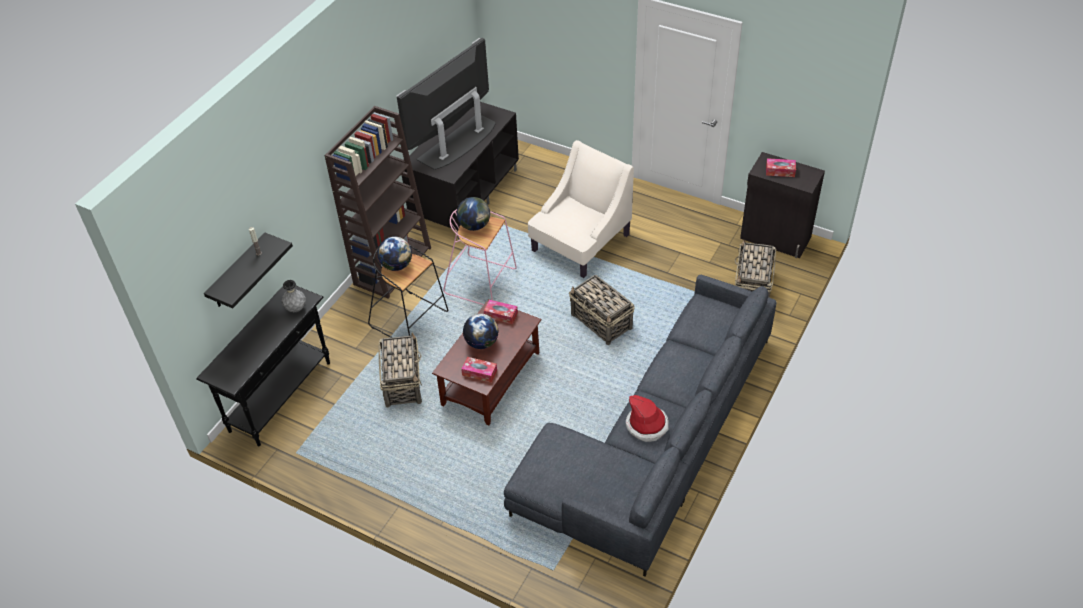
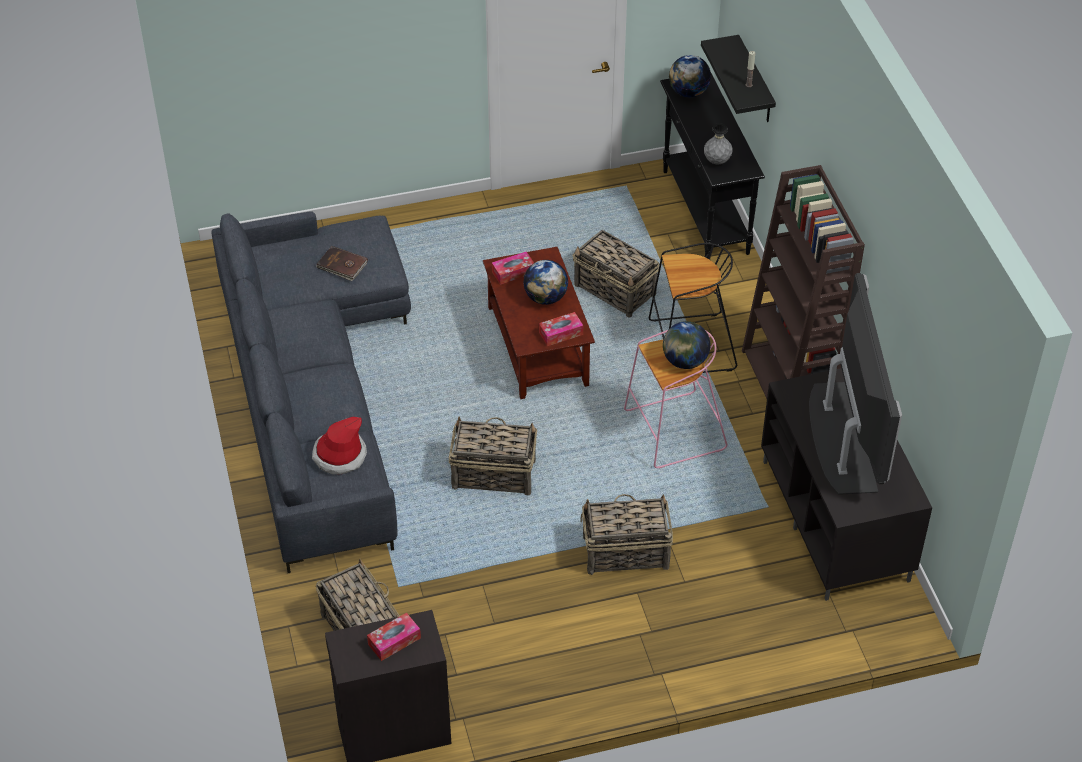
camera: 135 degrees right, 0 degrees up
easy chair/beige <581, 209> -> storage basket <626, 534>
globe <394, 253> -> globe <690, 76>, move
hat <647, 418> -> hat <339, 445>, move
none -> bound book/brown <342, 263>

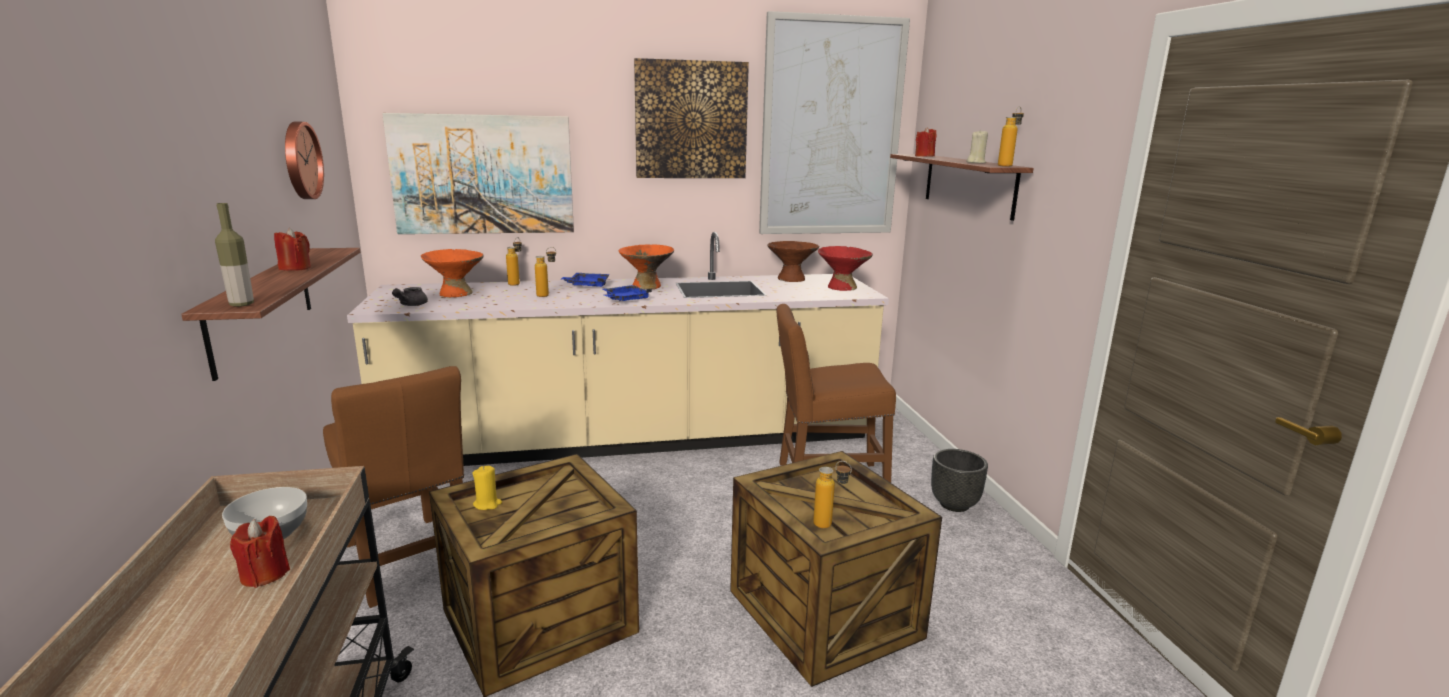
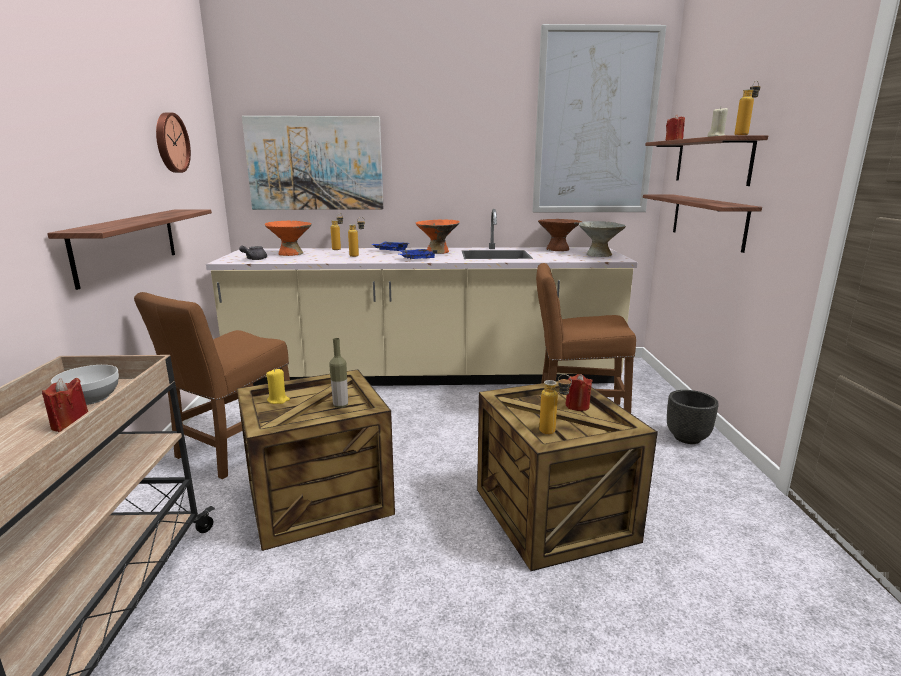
camera: 10 degrees right, 0 degrees up
picture <691, 118> -> none
beverage bottle <234, 255> -> beverage bottle <338, 373>, move
wax candle/red-coloured <292, 249> -> wax candle/red-coloured <579, 392>, move
bowl/red-coloured <845, 268> -> bowl/greyish <602, 239>
upright chair/brown <393, 487> -> upright chair/brown <212, 385>, 60 degrees clockwise
none -> shelf <702, 223>

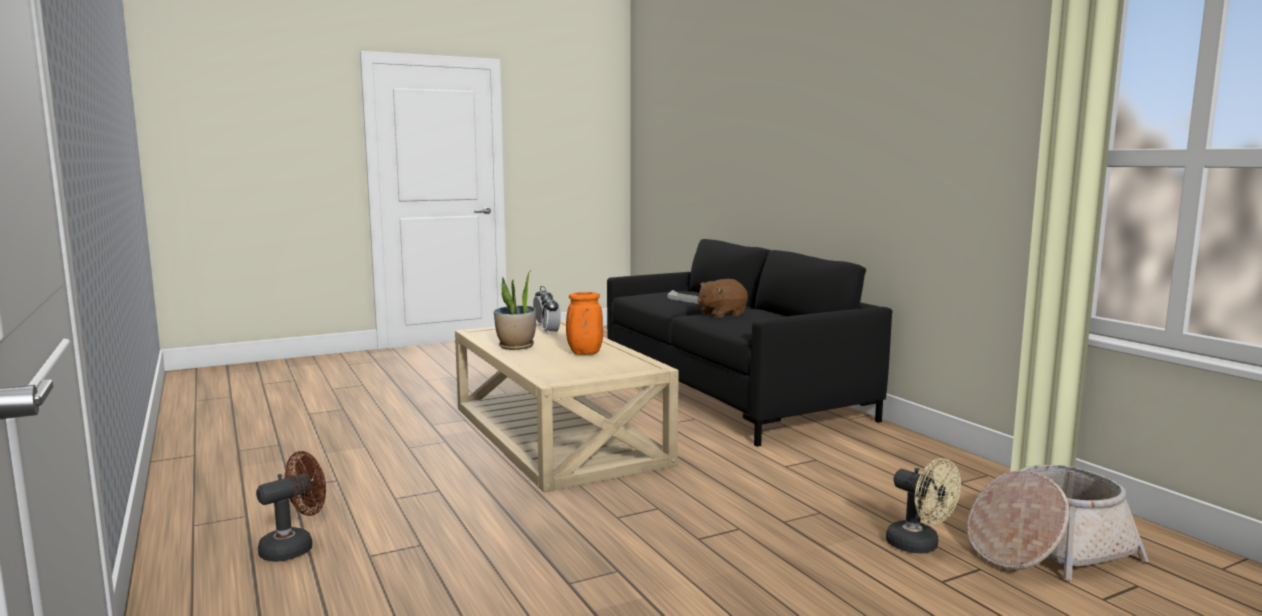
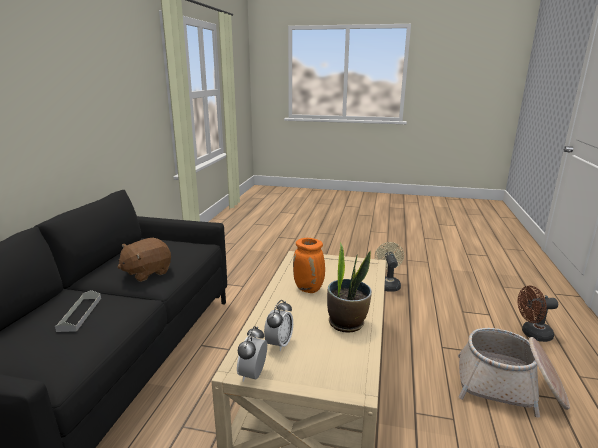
camera: 140 degrees left, 10 degrees up
plush toy/brown <722, 298> -> plush toy/brown <144, 260>, 120 degrees clockwise
electric fan/beige <923, 505> -> electric fan/beige <389, 267>, move
storage basket <1058, 522> -> storage basket <514, 372>, move

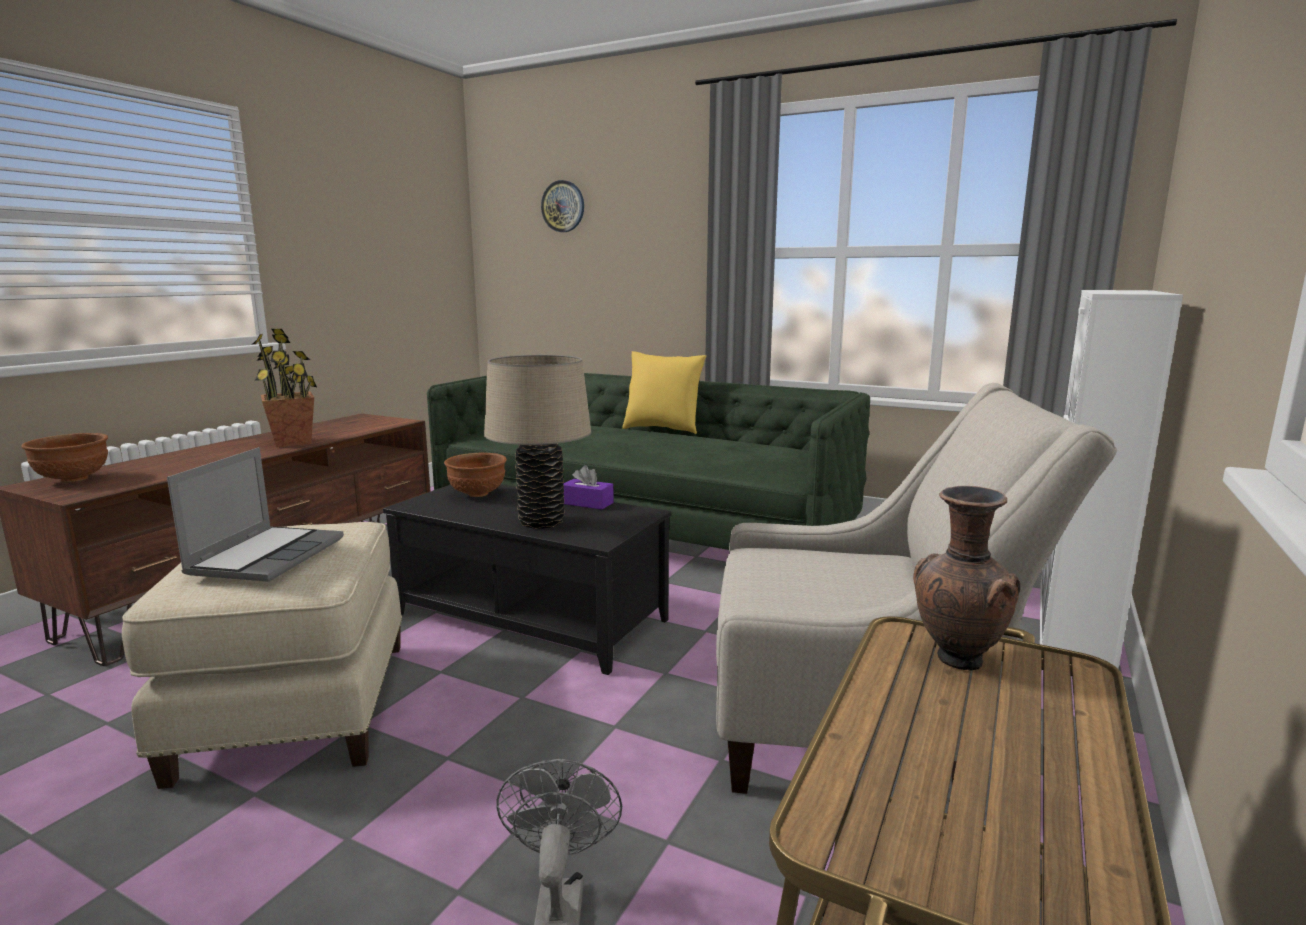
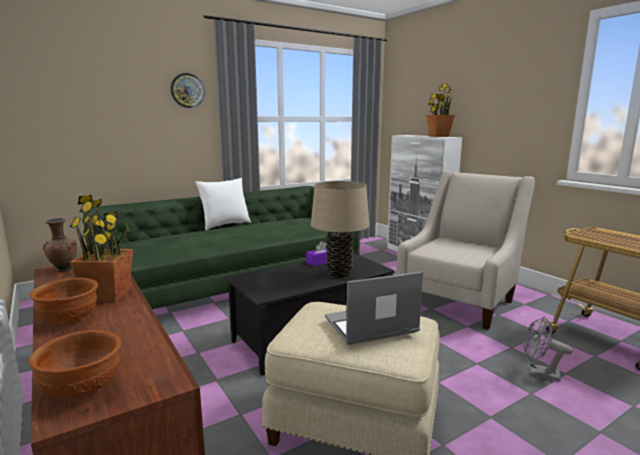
camera: 60 degrees left, 0 degrees up
wall clock <562, 206> -> wall clock <187, 90>, move
cushion/yellow <664, 392> -> cushion/white-coloured <223, 204>
notebook computer <255, 514> -> notebook computer <374, 308>, 60 degrees counterclockwise
bowl/brown <475, 475> -> bowl/brown <64, 301>, move
flower vase/brown <966, 578> -> flower vase/brown <60, 245>, move
none -> houseplant <440, 110>

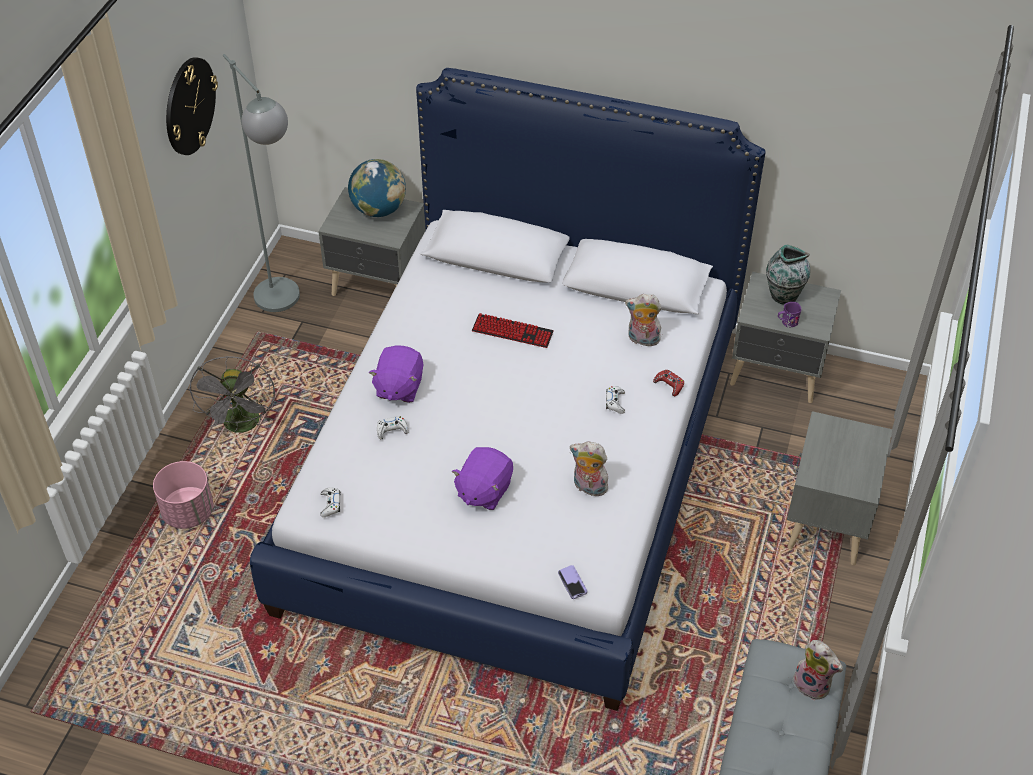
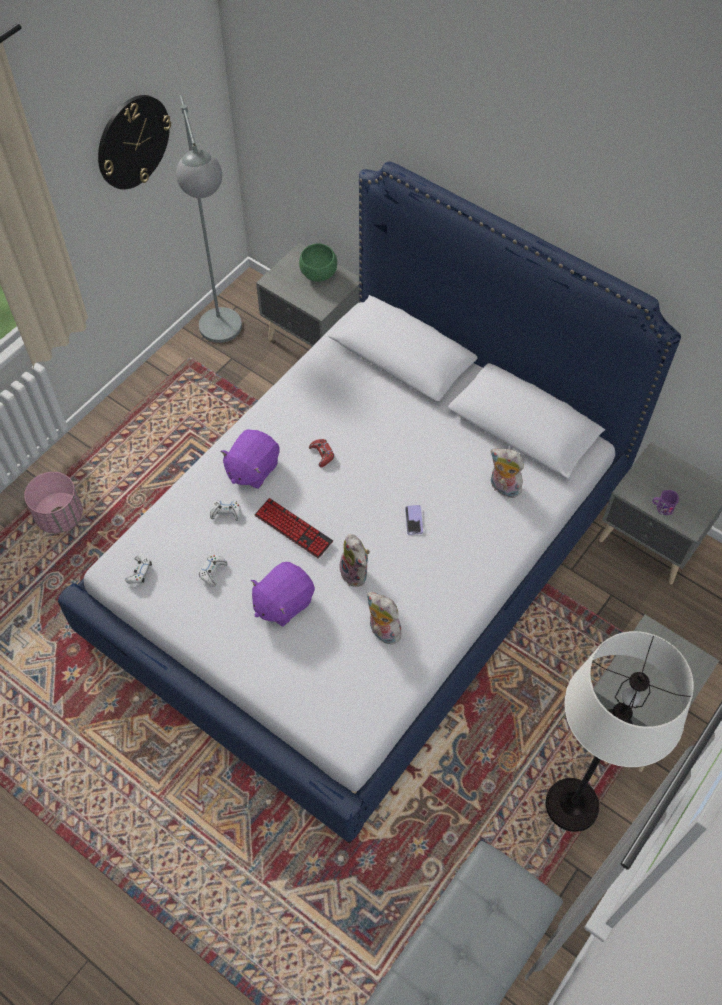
camera: 20 degrees right, 10 degrees up
globe <377, 188> -> bowl/green <318, 262>
flower vase <788, 274> -> none
keyboard <513, 330> -> keyboard <293, 528>, move
electric fan/greyish <232, 394> -> none
game controller/red-coloured <668, 383> -> game controller/red-coloured <321, 453>, move
game controller/white-coloured <615, 400> -> game controller/white-coloured <213, 571>, move
phone <572, 582> -> phone <414, 520>, move
plush toy <818, 670> -> plush toy <355, 560>, move
none -> standing lamp/white-coloured <620, 731>

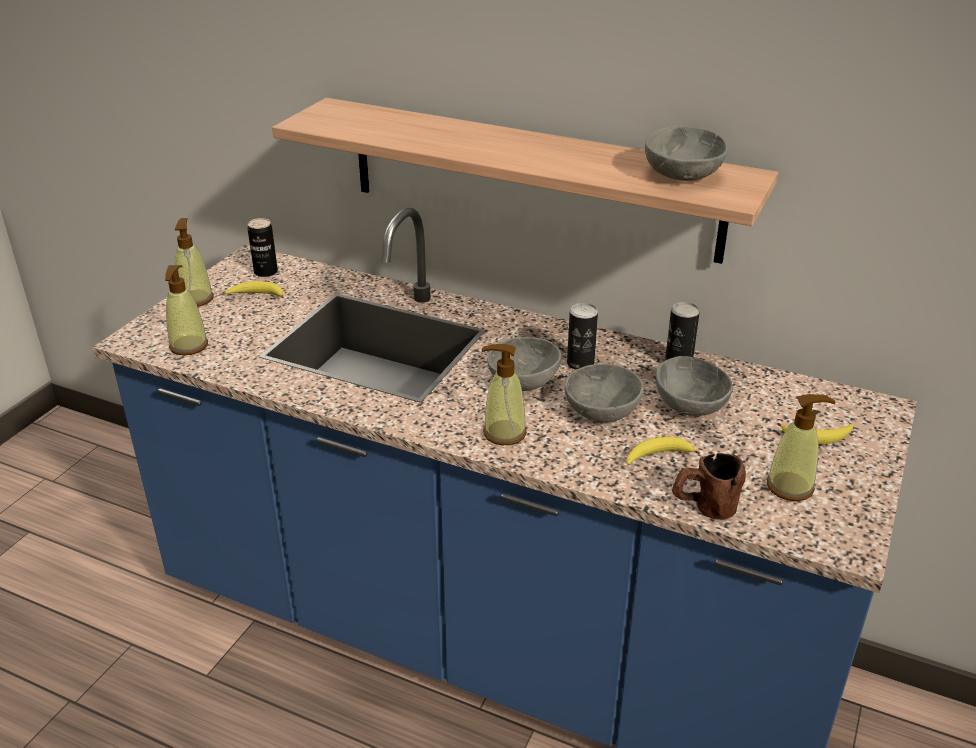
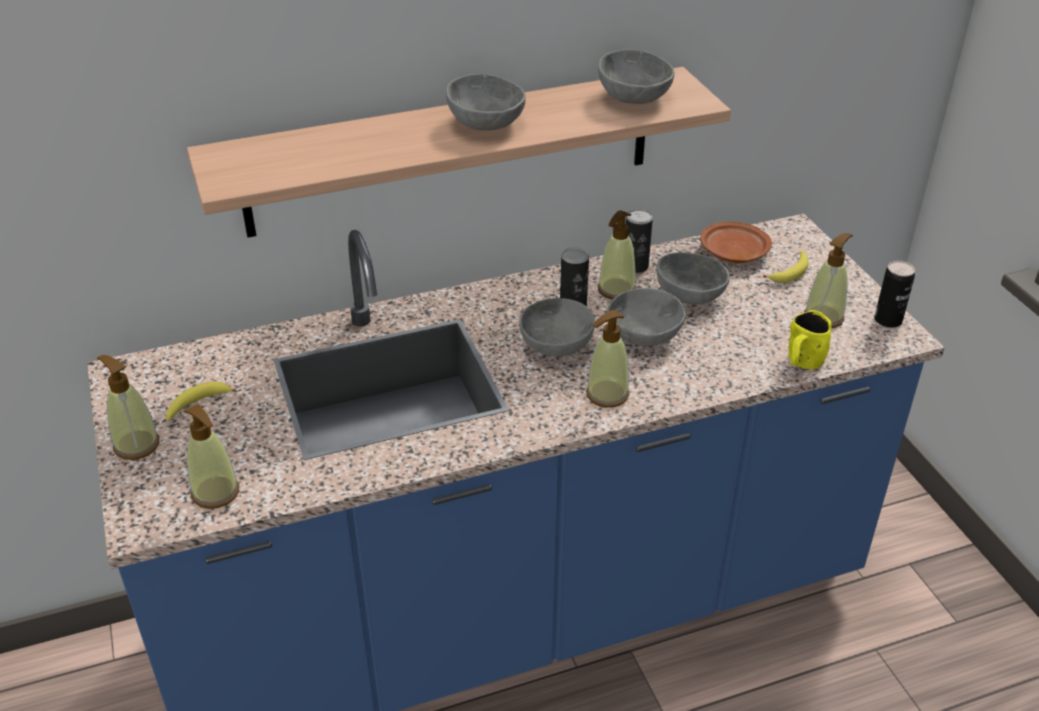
camera: 45 degrees left, 5 degrees up
can <263, 247> -> can <894, 294>, move
whole banana <663, 451> -> none
mug/brown <709, 486> -> mug/yellow <810, 339>
none -> bowl/greyish <486, 102>
none -> soap dispenser <617, 255>
none -> flat dish/brown <736, 242>

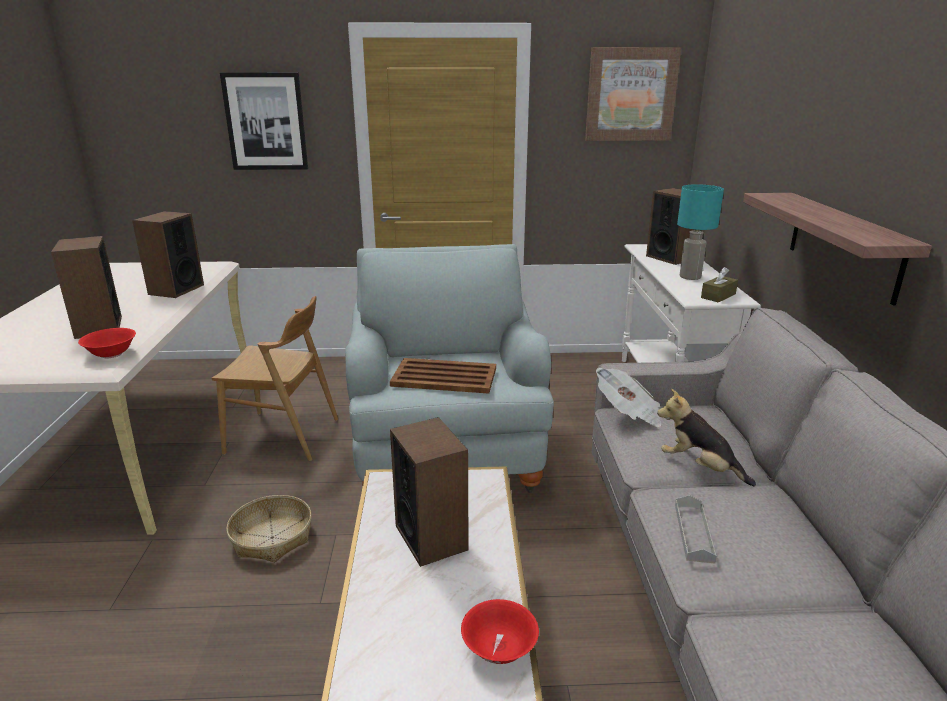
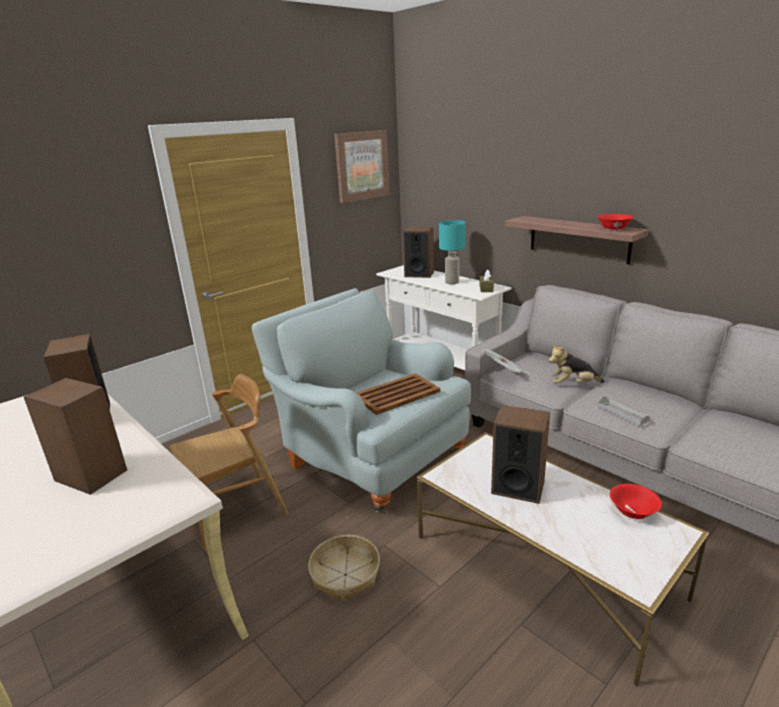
camera: 40 degrees left, 0 degrees up
picture <264, 121> -> none
bowl/red-coloured <107, 343> -> bowl/red-coloured <615, 222>, move

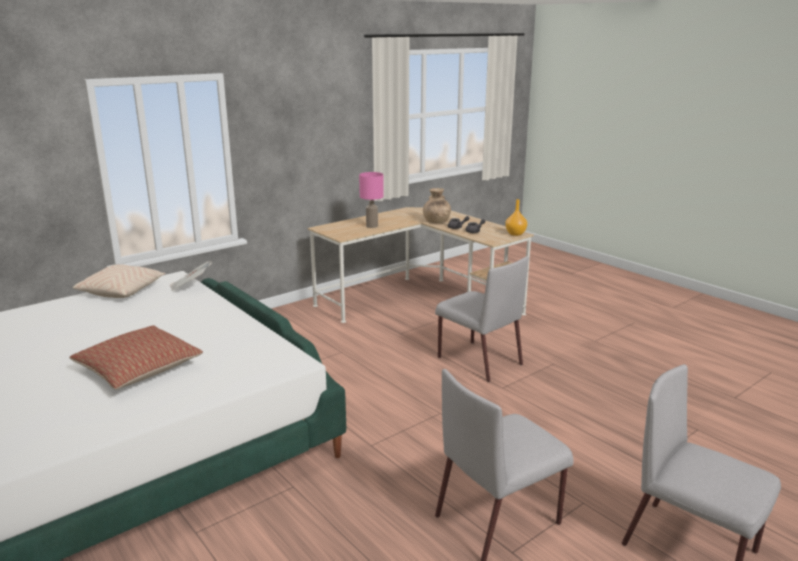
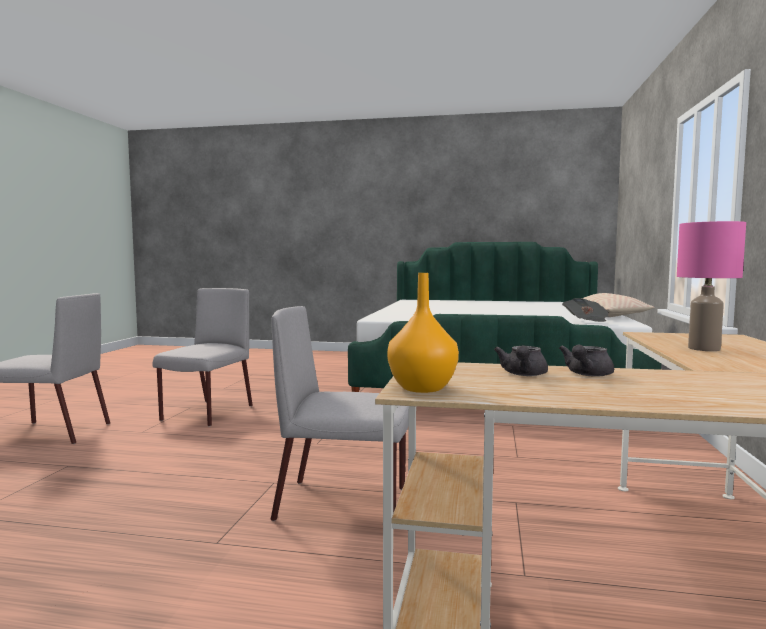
camera: 140 degrees right, 15 degrees down
flower vase/brown <437, 205> -> none
cushion <136, 357> -> none

